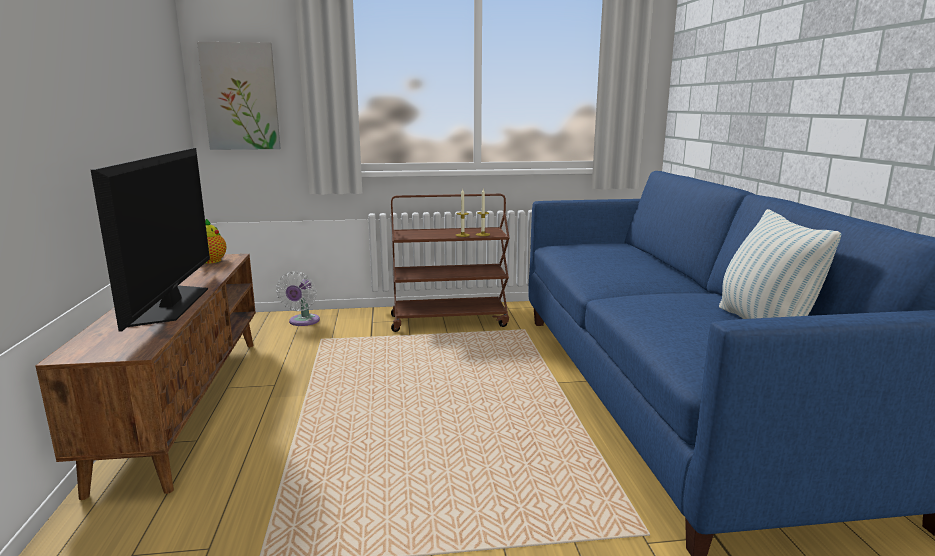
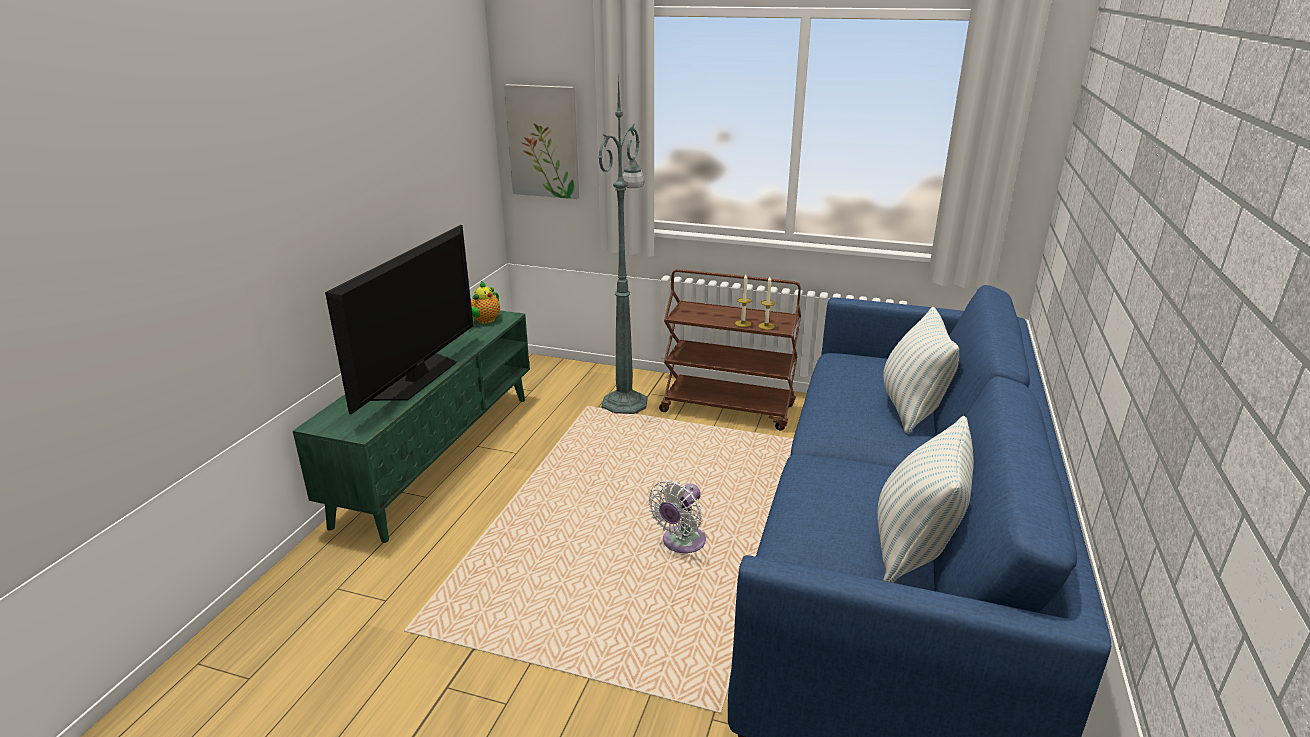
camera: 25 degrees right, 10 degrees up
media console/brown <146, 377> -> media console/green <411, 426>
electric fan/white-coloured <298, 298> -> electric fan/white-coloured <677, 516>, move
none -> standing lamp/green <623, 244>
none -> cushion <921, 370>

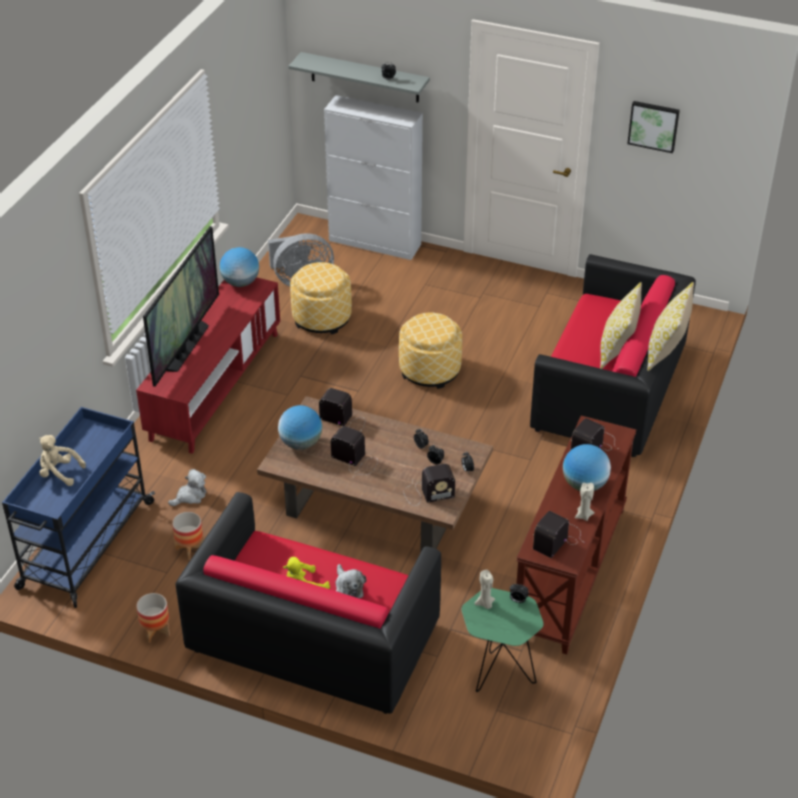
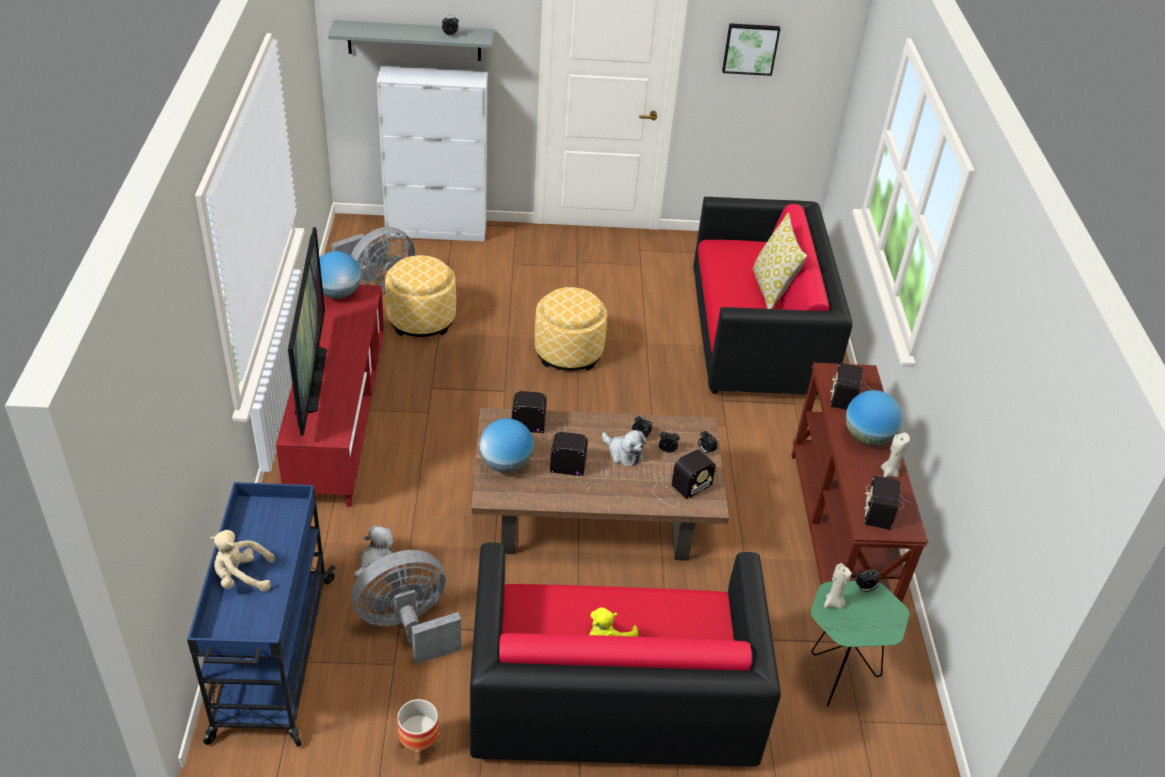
camera: 25 degrees left, 0 degrees up
cushion <670, 326> -> none
plant pot <188, 536> -> electric fan/greyish <406, 607>
plush toy <350, 581> -> plush toy <624, 448>, move

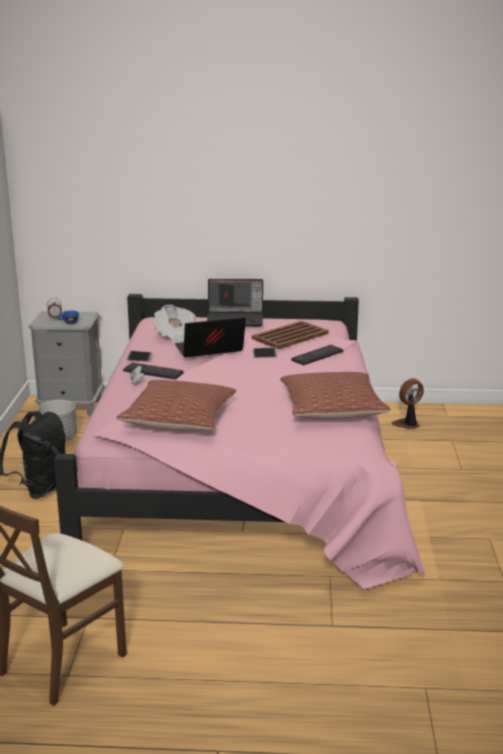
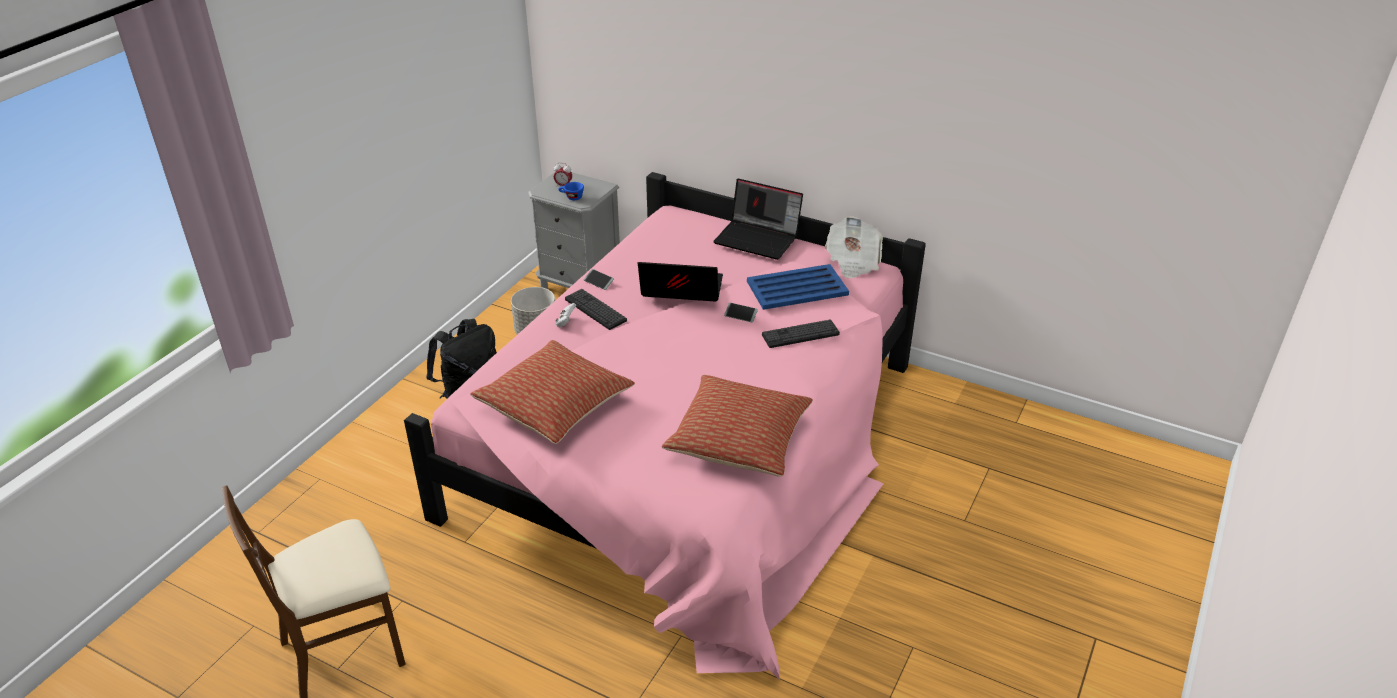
camera: 25 degrees right, 15 degrees up
daily paper <175, 324> -> daily paper <854, 247>, move
serving tray/brown <290, 335> -> serving tray/bluish <798, 287>
electric fan <408, 403> -> none

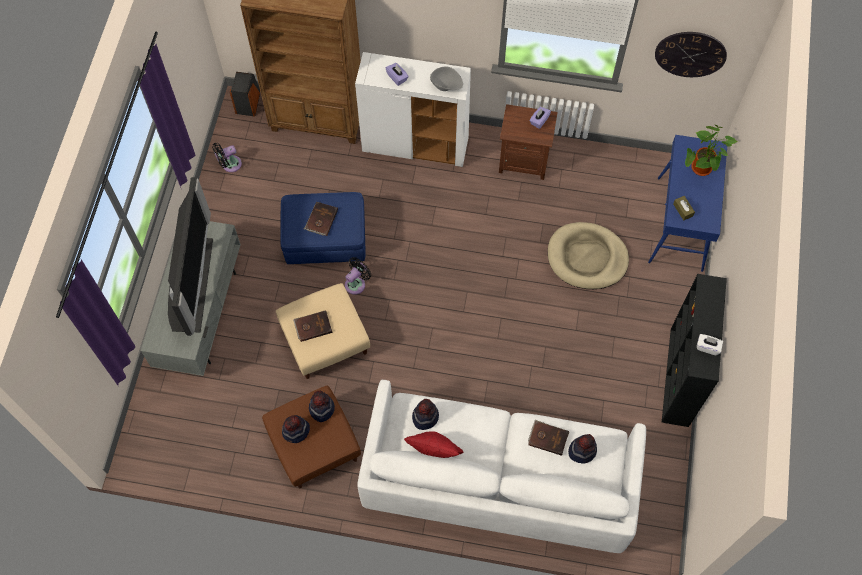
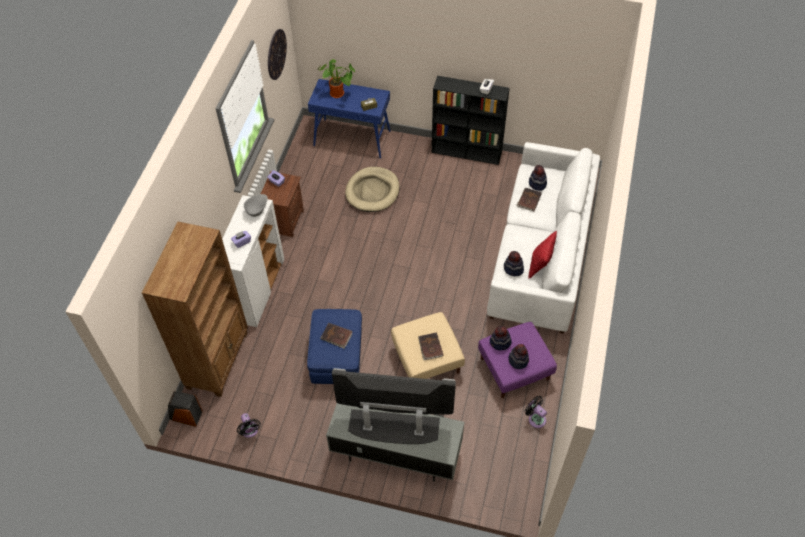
camera: 85 degrees left, 10 degrees down
electric fan/blackish <358, 276> -> electric fan/blackish <536, 412>, move
ottoman/brown <311, 437> -> ottoman/purple <517, 360>

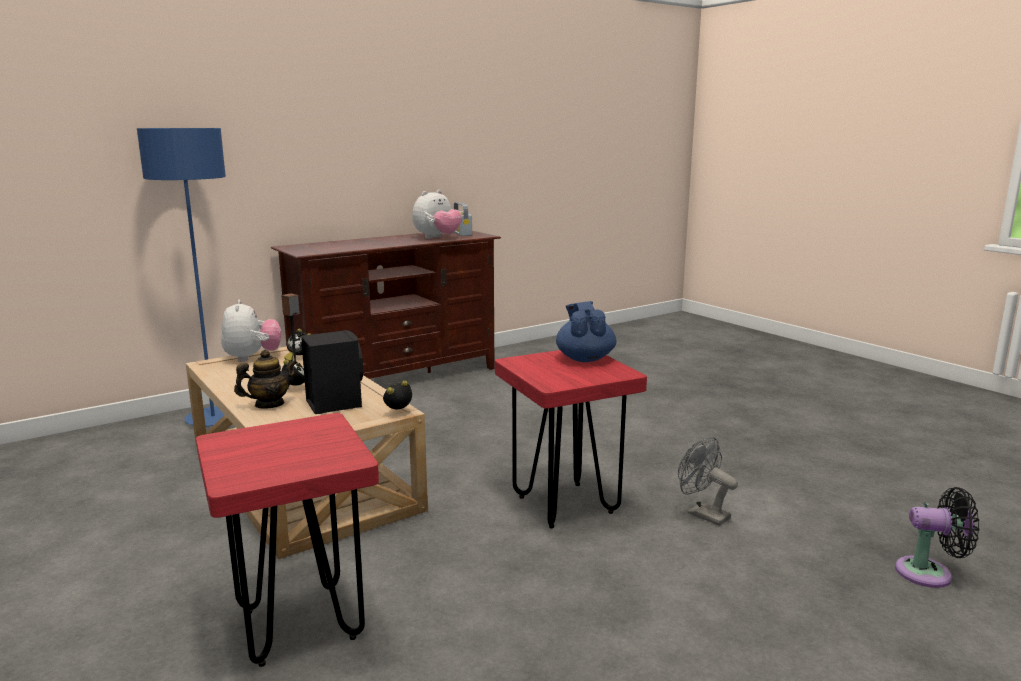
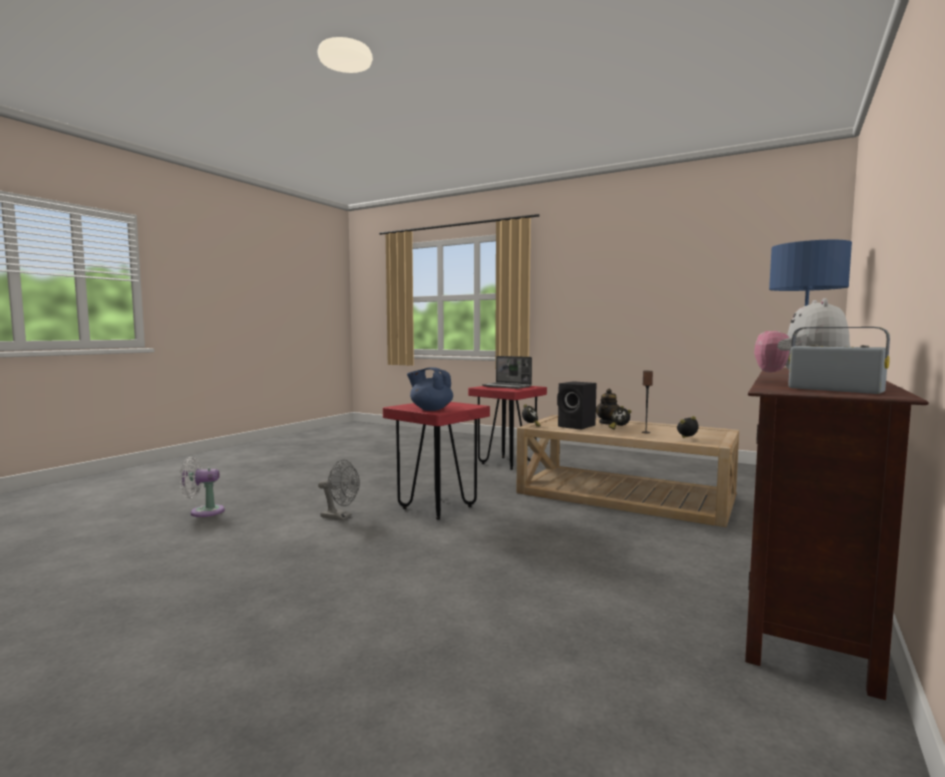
camera: 155 degrees right, 10 degrees down
plush toy <251, 331> -> none
tea pot/bluish <586, 331> -> tea pot/bluish <430, 389>, 150 degrees clockwise
electric fan/blackish <937, 537> -> electric fan/white-coloured <202, 486>
none -> notebook computer <507, 372>

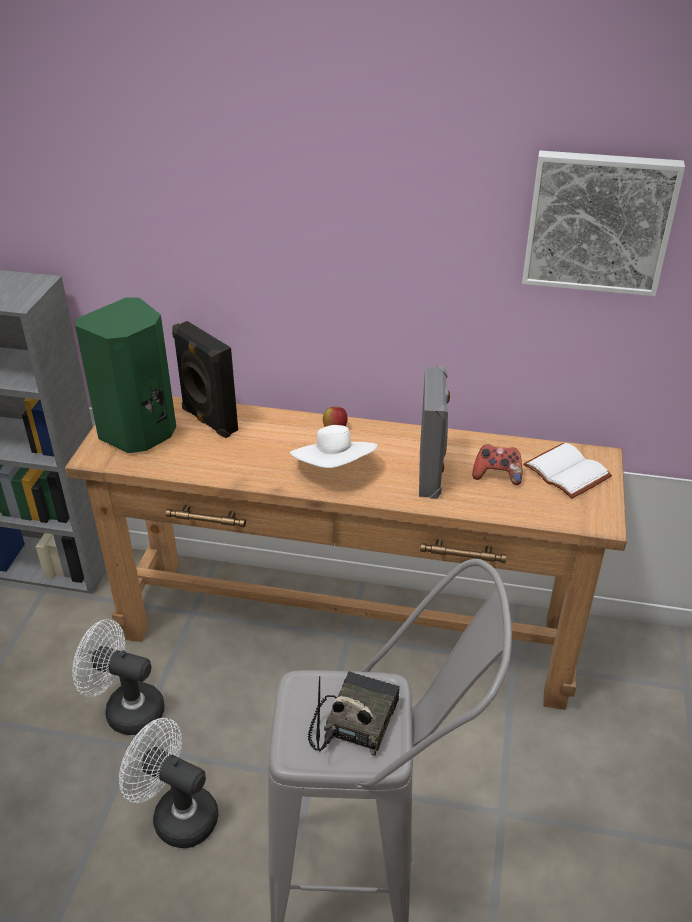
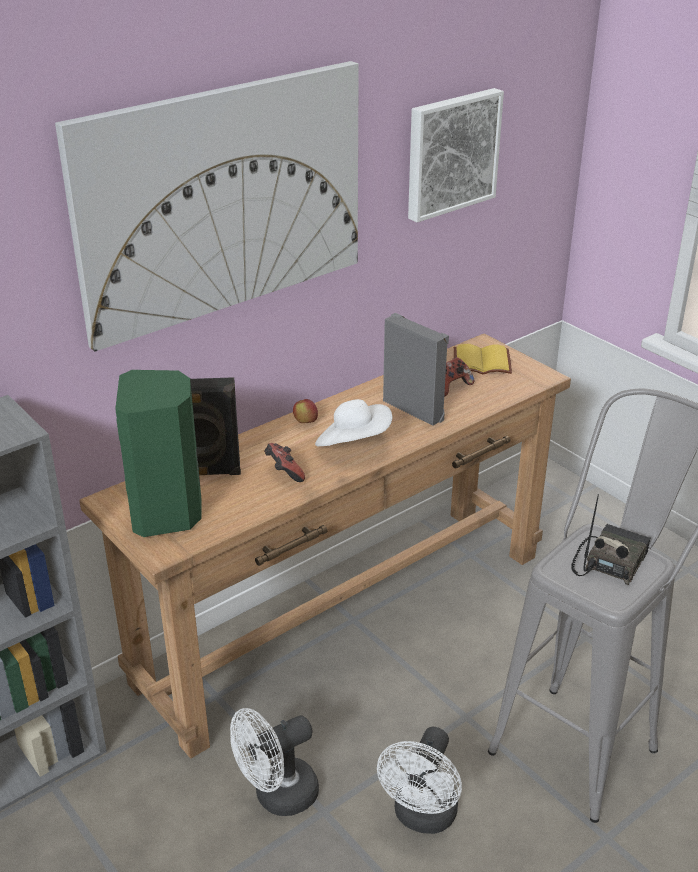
camera: 50 degrees left, 5 degrees down
bound book/white-coloured <567, 471> -> bound book/yellow <483, 359>
radio set <354, 713> -> radio set <611, 539>, 60 degrees clockwise
electric fan/white-coloured <169, 783> -> electric fan/white-coloured <419, 780>, 45 degrees counterclockwise
none -> picture <207, 206>
none -> game controller <284, 462>

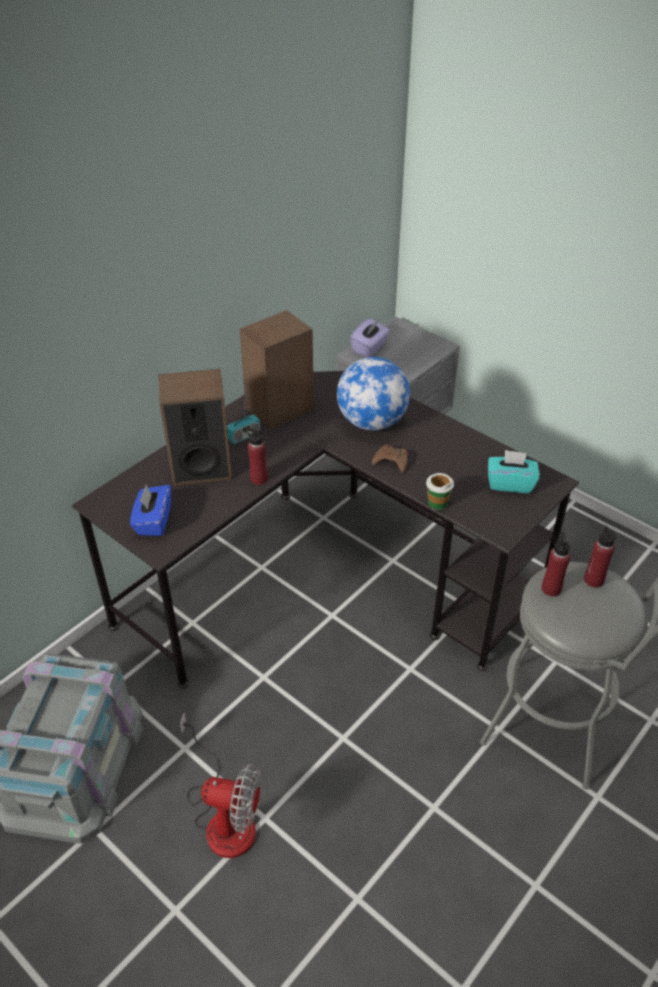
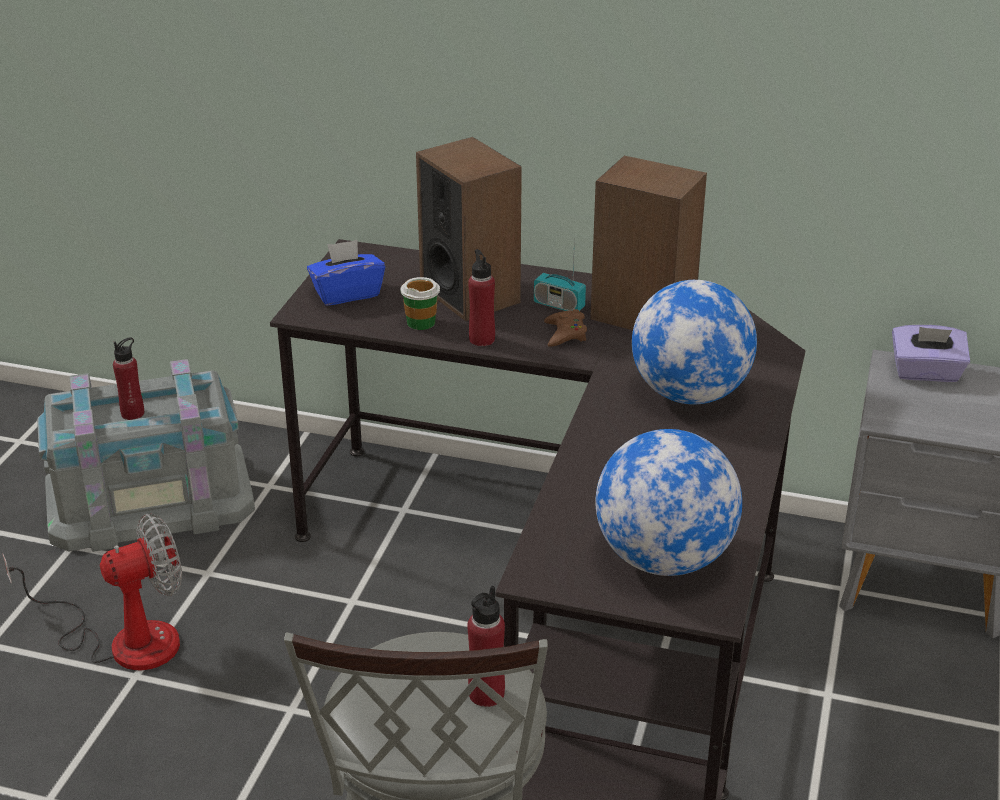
camera: 65 degrees right, 10 degrees down
game controller/brown <390, 458> -> game controller/brown <565, 328>, move
box of tissues/turquoise-coloured <514, 471> -> globe <668, 502>
small cup <440, 491> -> small cup <420, 303>, move
beverage bottle/red-coloured <556, 564> -> beverage bottle/red-coloured <128, 378>, move
electric fan <220, 785> -> electric fan <92, 592>, 105 degrees counterclockwise

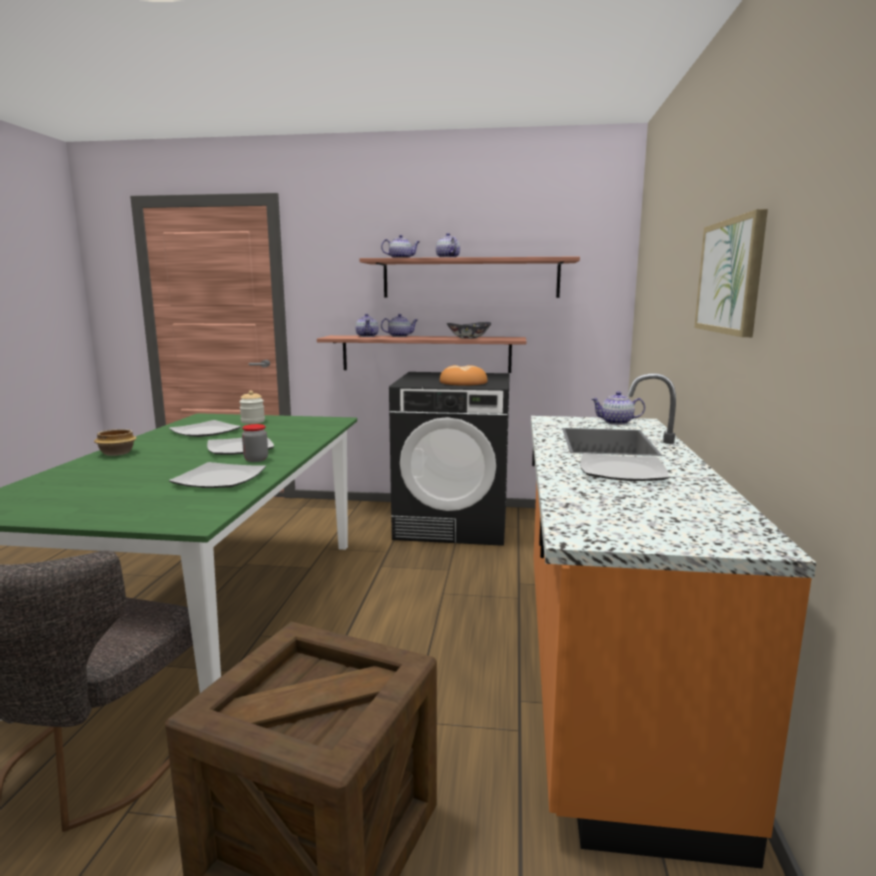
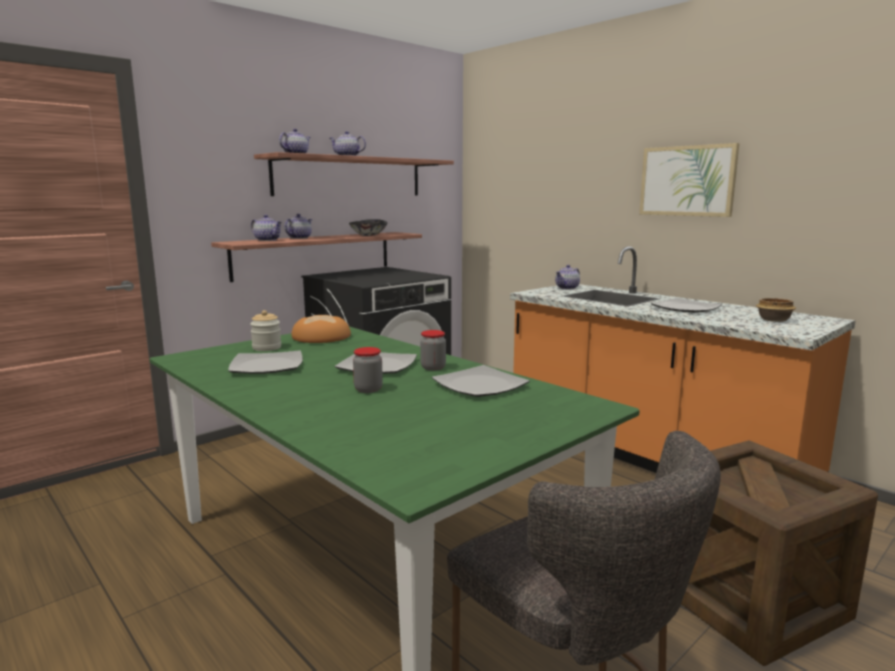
camera: 50 degrees left, 0 degrees up
bread <464, 375> -> bread <321, 329>, move
bowl <115, 442> -> bowl <776, 310>, move
none -> storage jar <368, 370>

